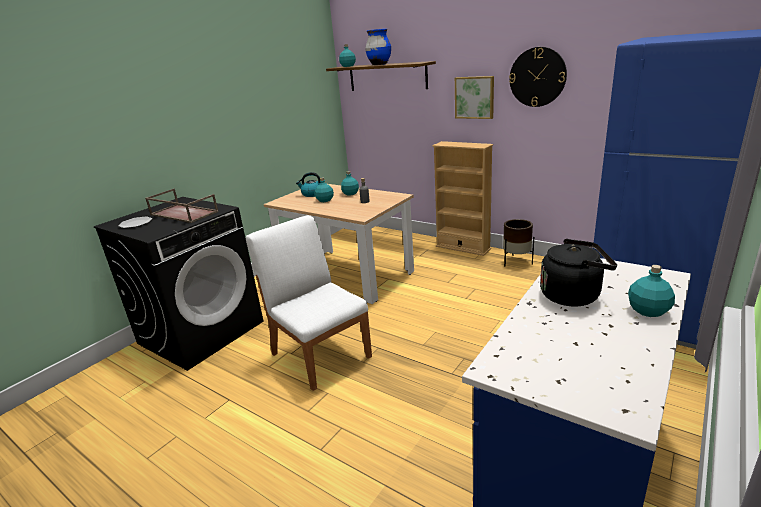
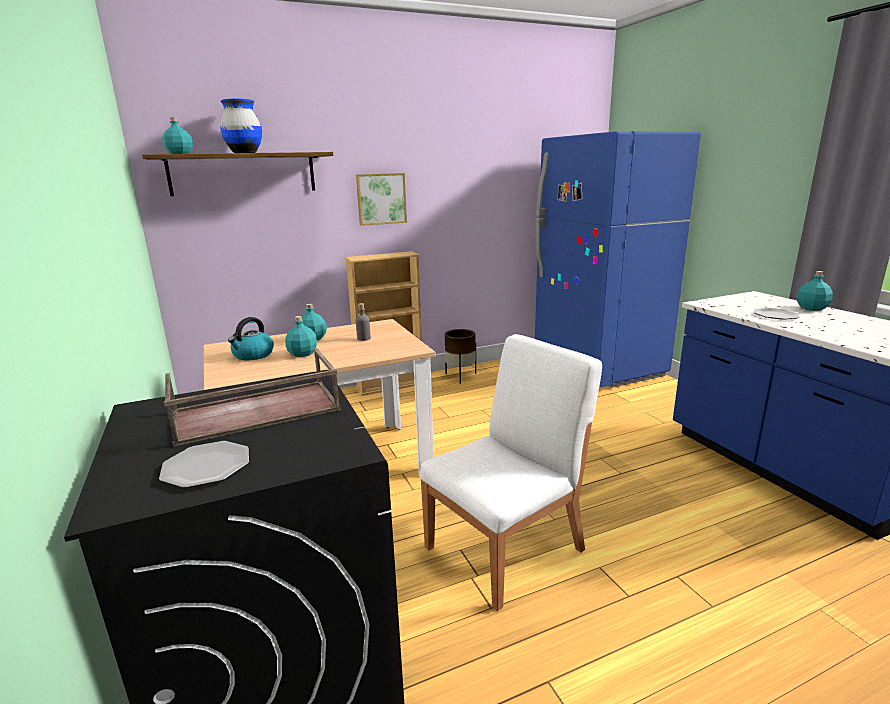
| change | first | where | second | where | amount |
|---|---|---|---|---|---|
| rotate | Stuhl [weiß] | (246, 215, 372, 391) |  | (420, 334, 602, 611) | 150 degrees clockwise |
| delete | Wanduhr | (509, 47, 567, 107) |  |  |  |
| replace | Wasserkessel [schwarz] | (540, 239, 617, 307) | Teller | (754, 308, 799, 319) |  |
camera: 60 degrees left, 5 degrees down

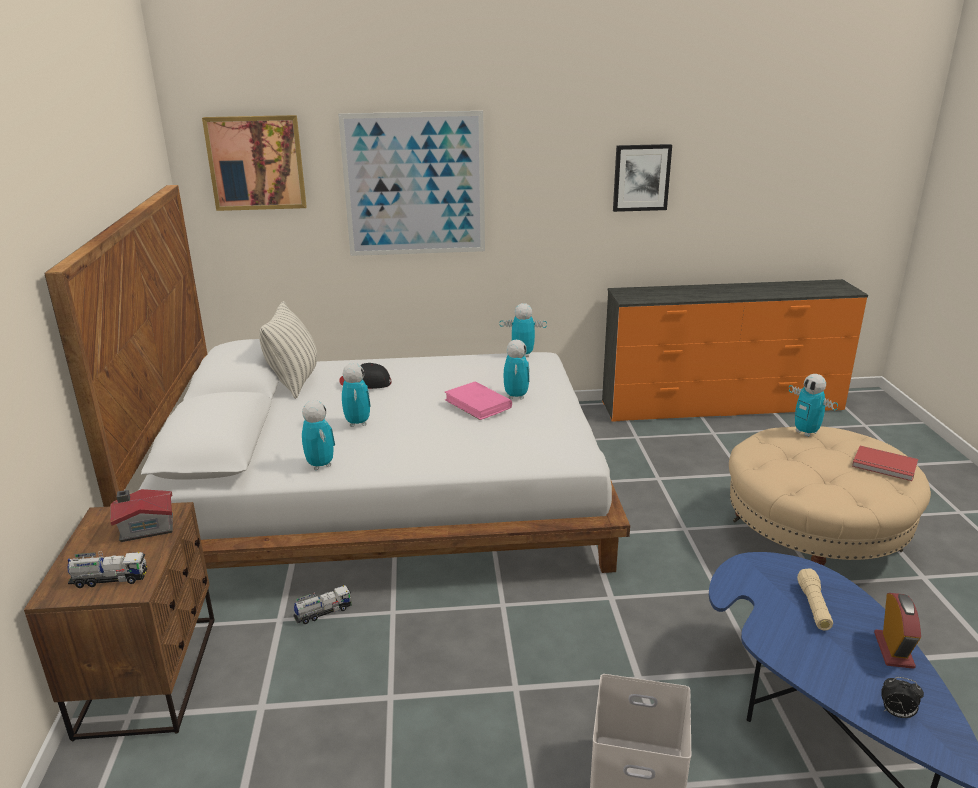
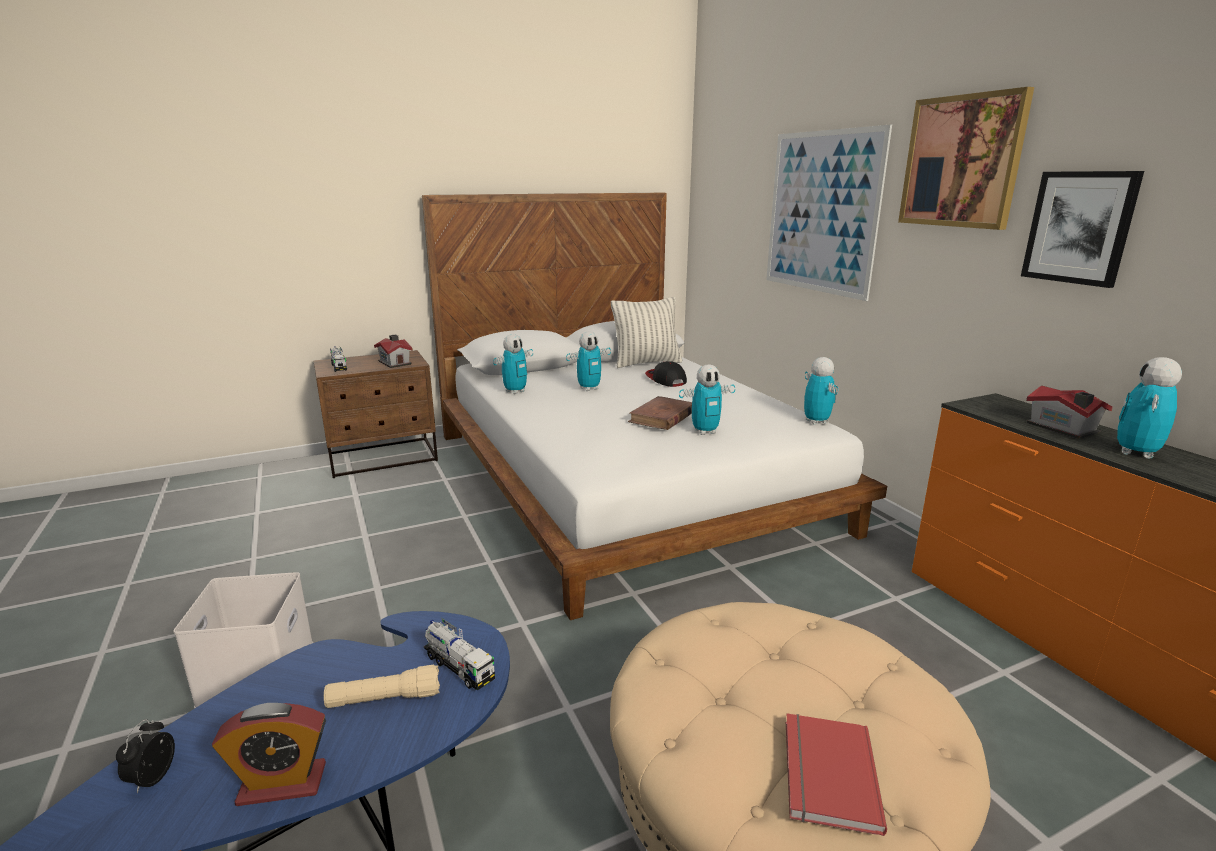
| change | first | where | second | where | amount |
|---|---|---|---|---|---|
| move | Bild | (202, 115, 307, 211) |  | (898, 87, 1034, 230) |  |
| move | Spielzeuglaster | (293, 585, 352, 624) |  | (424, 618, 495, 691) |  |
| recolor | Buch [rosa] | (445, 382, 512, 420) | Buch [braun] | (628, 396, 692, 430) |  |
| move | Spielzeugroboter | (789, 374, 838, 437) |  | (1117, 357, 1182, 459) |  |
| insert |  |  | Spielzeughaus | (1026, 385, 1113, 439) |  |
camera: 70 degrees right, 5 degrees down

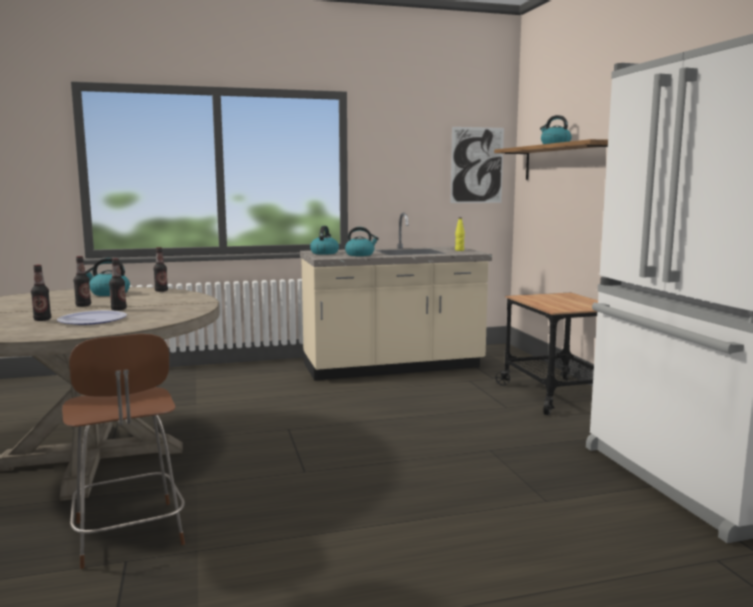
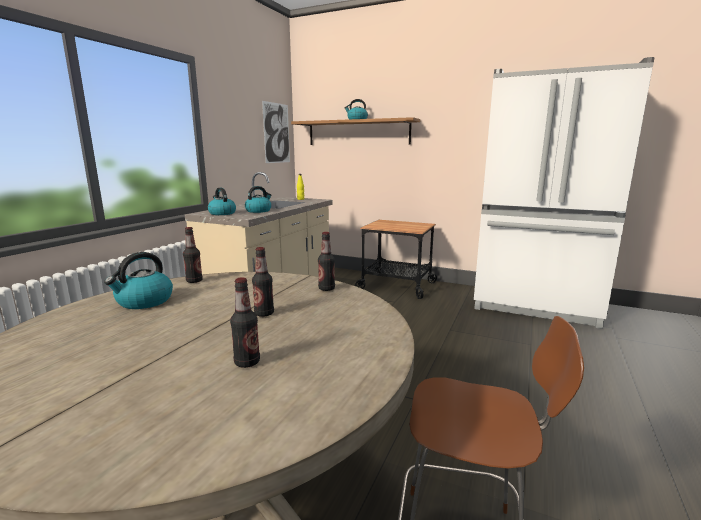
| change | first | where | second | where | amount |
|---|---|---|---|---|---|
| delete | Teller | (57, 310, 127, 325) |  |  |  |
| move | Flasche | (74, 256, 91, 307) |  | (318, 232, 335, 291) |  |
camera: 50 degrees left, 5 degrees up

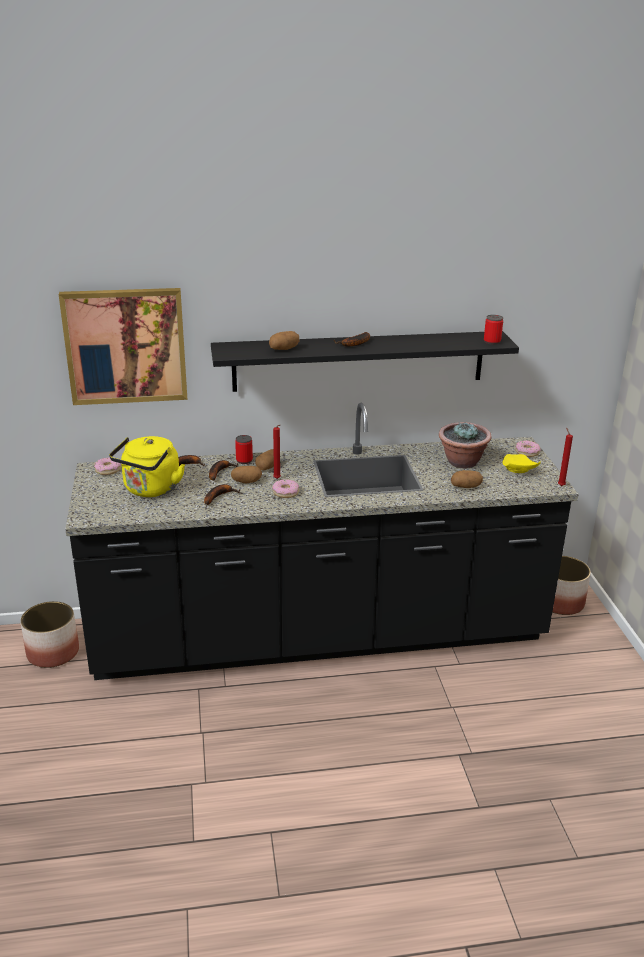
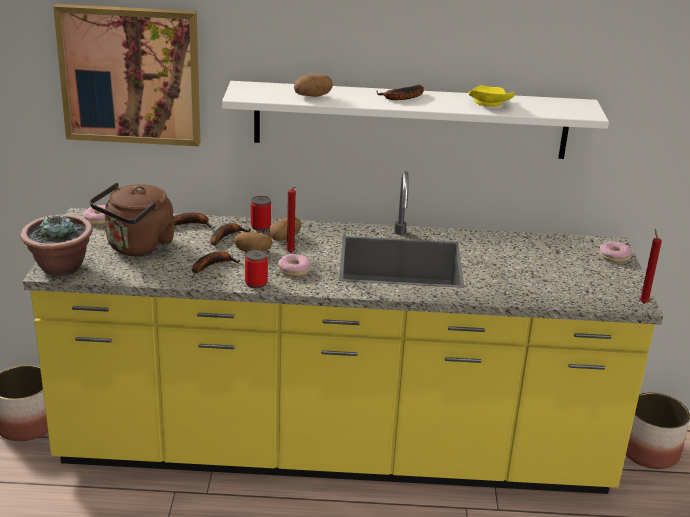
| change | first | where | second | where | amount |
|---|---|---|---|---|---|
| recolor | Küchenzeile [schwarz] | (65, 403, 579, 680) | Küchenzeile [gelb] | (23, 171, 663, 494) |  |
| recolor | Wasserkessel [gelb] | (109, 436, 185, 497) | Wasserkessel [braun] | (90, 182, 175, 257) |  |
| recolor | Wandregal [schwarz] | (211, 331, 519, 392) | Wandregal [weiß] | (222, 81, 609, 159) |  |
| move | Topfpflanze | (439, 422, 492, 468) |  | (21, 214, 93, 276) |  |
| delete | Kartoffel | (451, 470, 483, 488) |  |  |  |
| move | Dose | (484, 315, 503, 345) |  | (245, 249, 268, 288) |  |
| move | Teller [gelb] | (502, 454, 541, 473) |  | (468, 85, 515, 107) |  |
camera: 10 degrees right, 0 degrees up

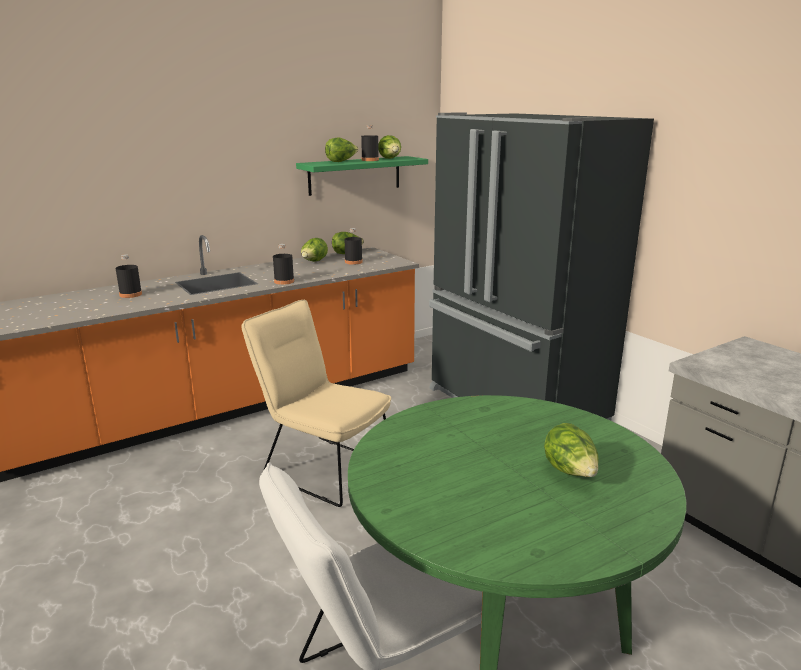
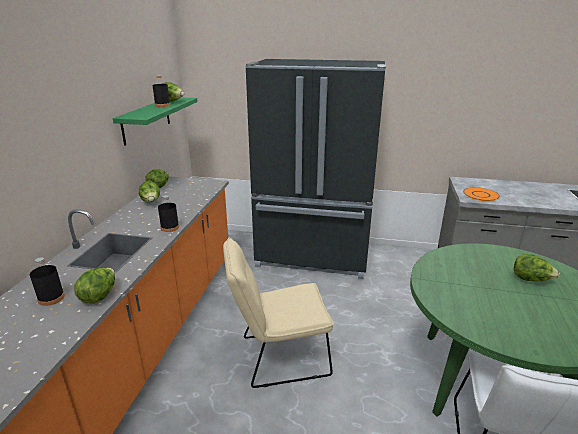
| change | first | where | second | where | amount |
|---|---|---|---|---|---|
| move | Salatkopf | (325, 138, 359, 162) |  | (74, 268, 115, 304) |  |
| delete | Flasche [schwarz] | (344, 228, 363, 265) |  |  |  |
| insert |  |  | Teller [orange] | (463, 187, 500, 201) |  |
camera: 45 degrees left, 5 degrees up

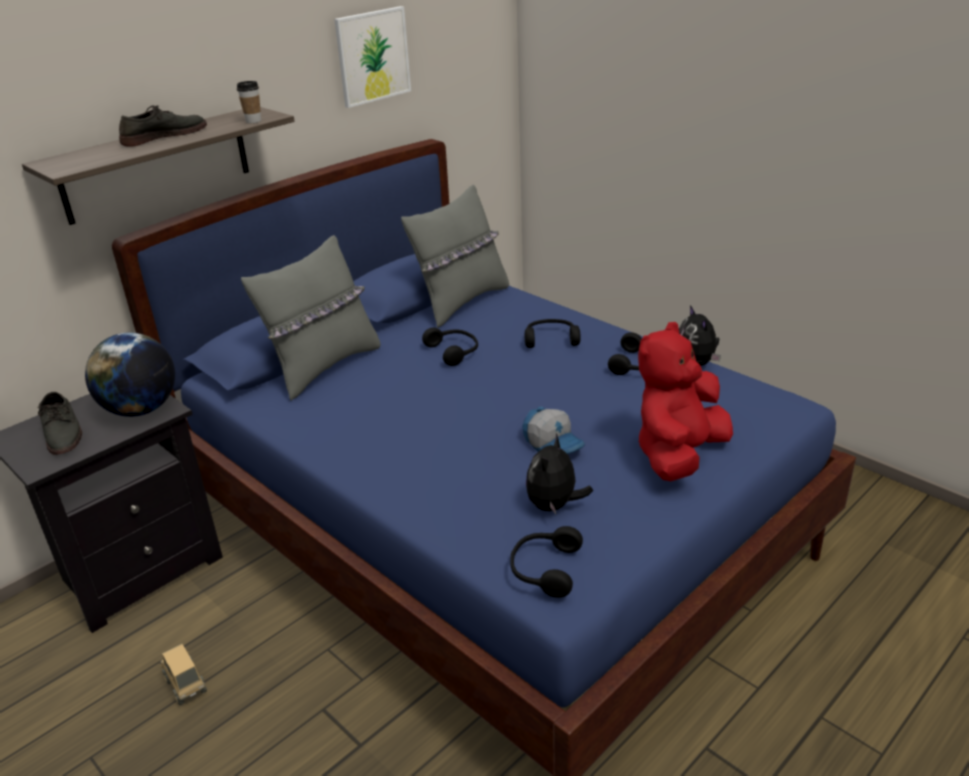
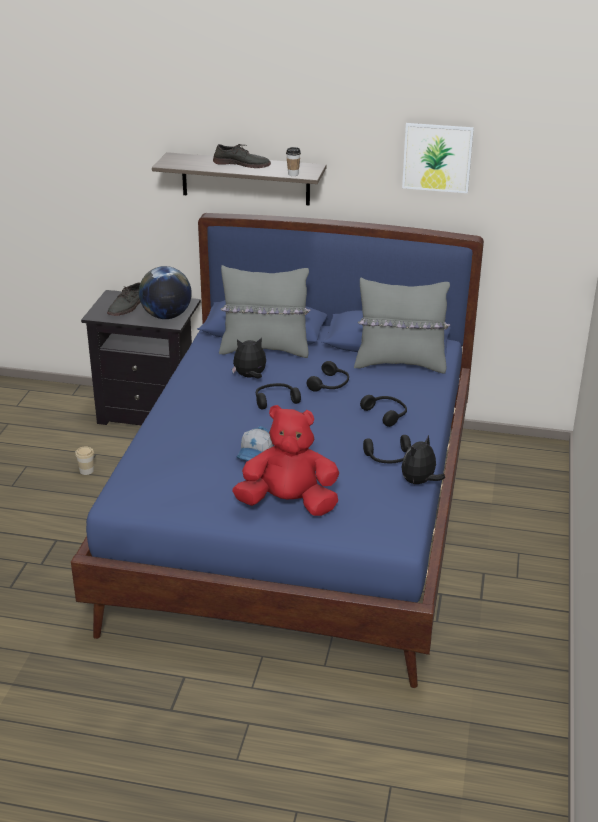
| change | first | where | second | where | amount |
|---|---|---|---|---|---|
| replace | Spielzeuglaster | (160, 644, 207, 705) | Tasse | (75, 446, 94, 475) |  |
| move | Kopfhörer [schwarz] | (510, 526, 583, 598) |  | (256, 383, 301, 409) |  |
| move | Plüschtier | (526, 433, 593, 514) |  | (232, 337, 266, 379) |  |
camera: 55 degrees right, 0 degrees up

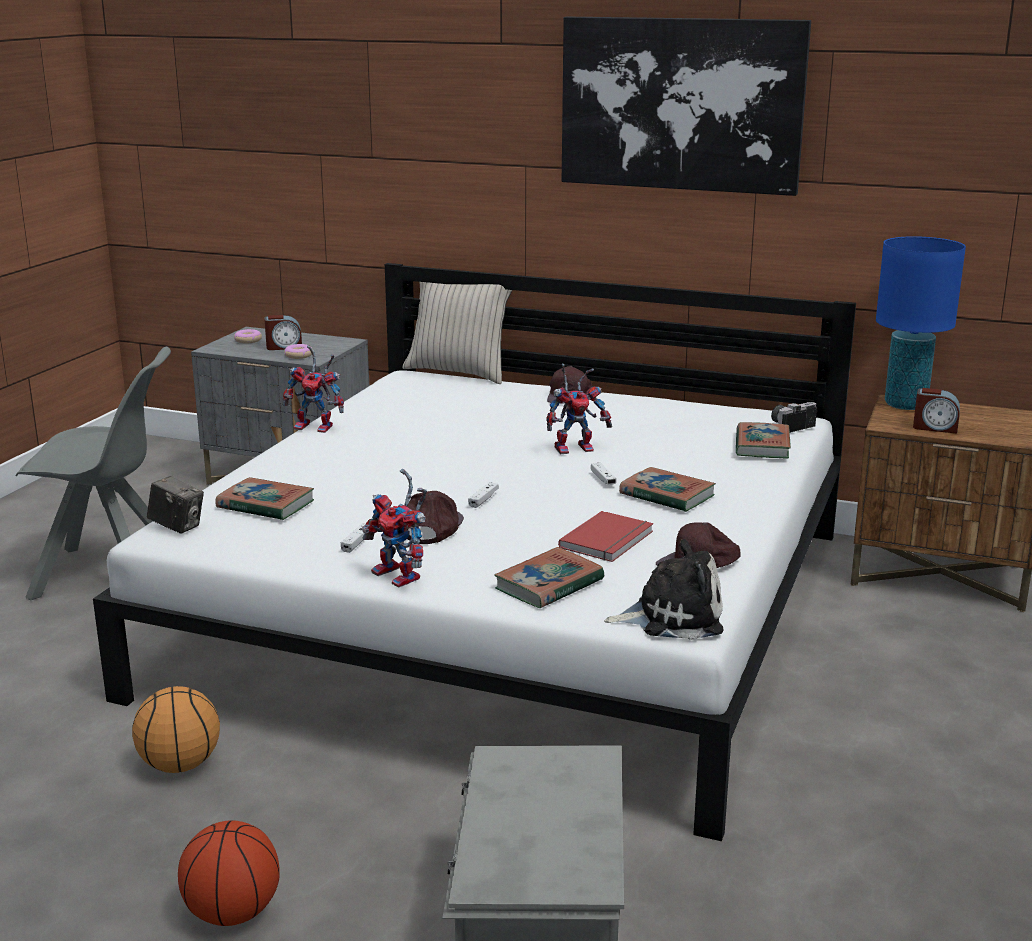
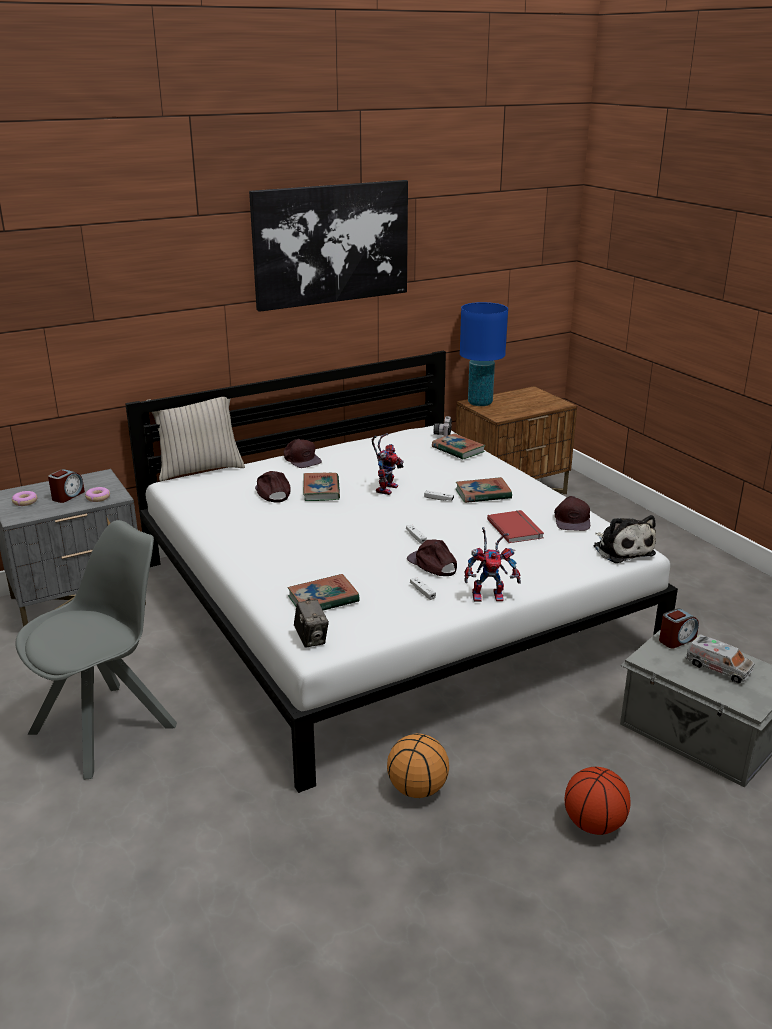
| change | first | where | second | where | amount |
|---|---|---|---|---|---|
| rotate | Kamera | (147, 476, 204, 533) |  | (294, 599, 329, 648) | 90 degrees clockwise |
| delete | Spielzeugroboter | (283, 345, 344, 433) |  |  |  |
| move | Buch | (494, 547, 604, 608) |  | (303, 473, 340, 501) |  |
| rotate | Plüschtier | (604, 539, 724, 640) |  | (594, 515, 656, 563) | 120 degrees clockwise |
| move | Wecker | (913, 388, 960, 434) |  | (659, 608, 699, 648) |  |
| insert |  |  | Kappe [braun] | (255, 471, 291, 503) |  |
| insert |  |  | Spielzeuglaster | (685, 634, 755, 684) |  |
camera: 50 degrees left, 5 degrees up

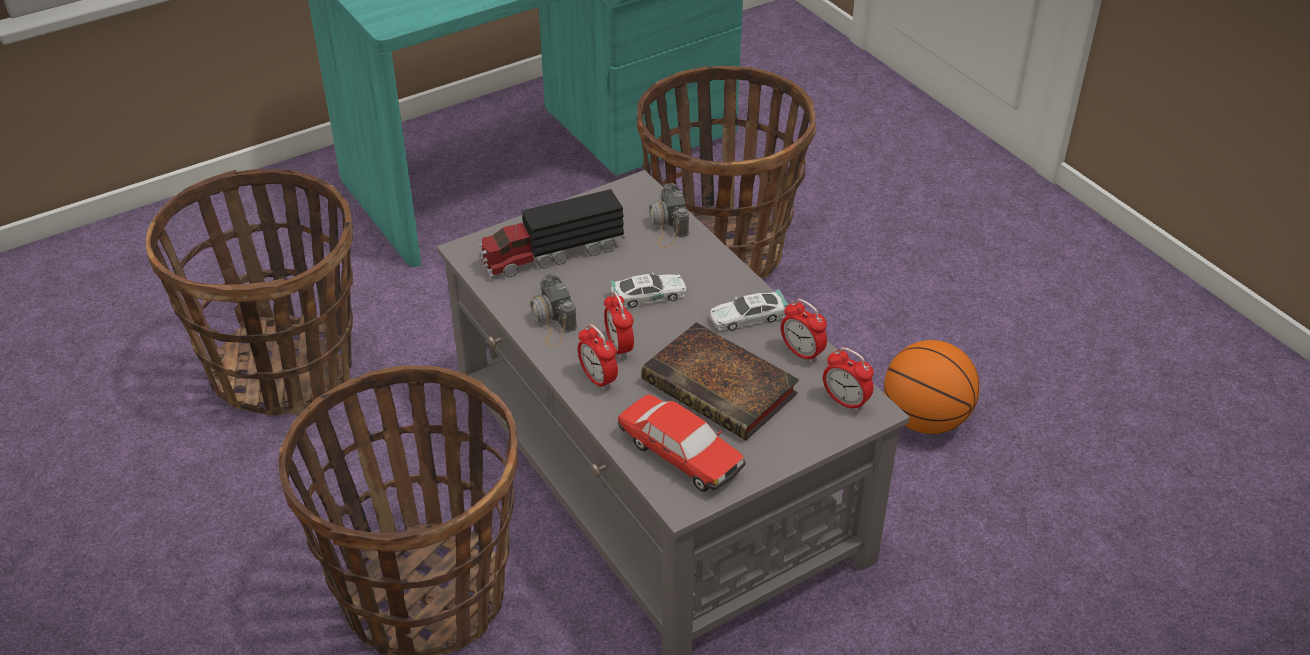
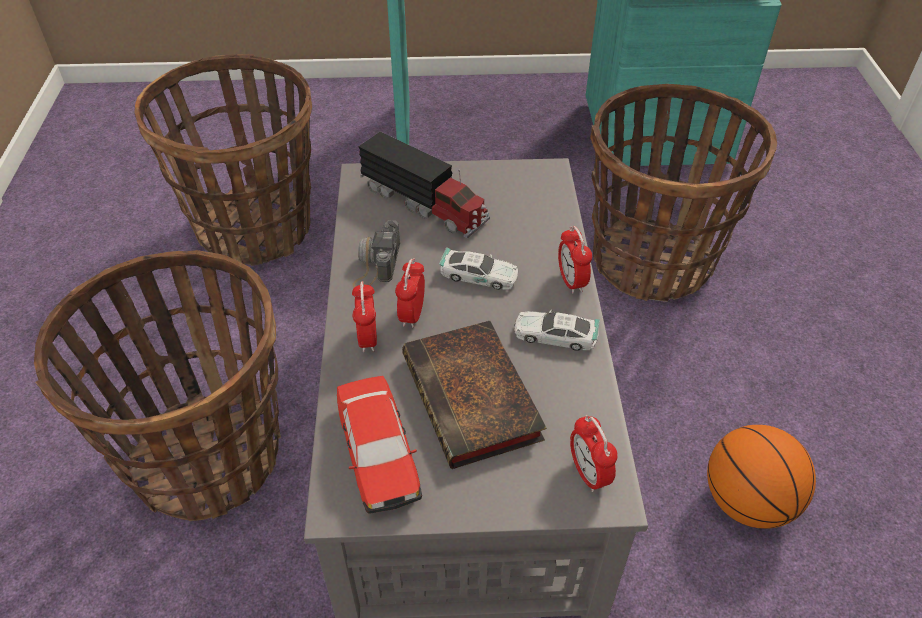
| change | first | where | second | where | amount |
|---|---|---|---|---|---|
| rotate | Spielzeuglaster | (477, 189, 625, 279) |  | (358, 132, 490, 238) | 150 degrees counterclockwise |
| delete | Kamera | (649, 183, 689, 248) |  |  |  |
| move | Wecker | (781, 299, 827, 363) |  | (558, 226, 592, 294) |  |
camera: 30 degrees right, 5 degrees up

